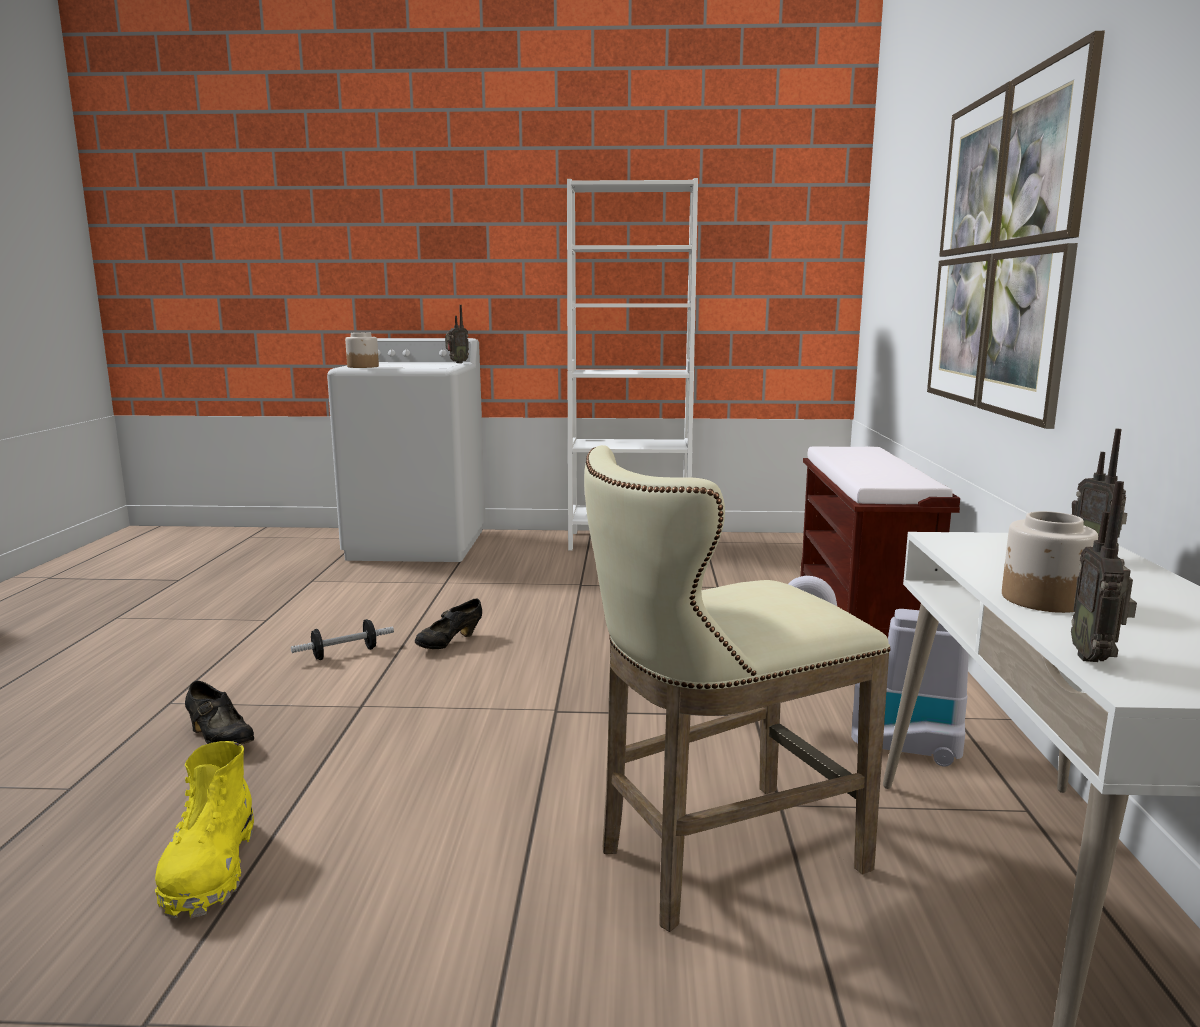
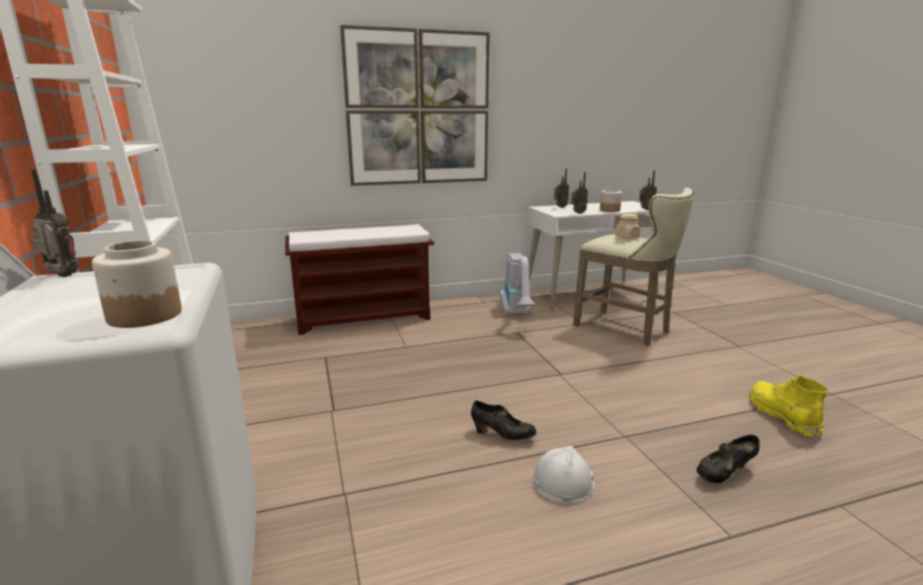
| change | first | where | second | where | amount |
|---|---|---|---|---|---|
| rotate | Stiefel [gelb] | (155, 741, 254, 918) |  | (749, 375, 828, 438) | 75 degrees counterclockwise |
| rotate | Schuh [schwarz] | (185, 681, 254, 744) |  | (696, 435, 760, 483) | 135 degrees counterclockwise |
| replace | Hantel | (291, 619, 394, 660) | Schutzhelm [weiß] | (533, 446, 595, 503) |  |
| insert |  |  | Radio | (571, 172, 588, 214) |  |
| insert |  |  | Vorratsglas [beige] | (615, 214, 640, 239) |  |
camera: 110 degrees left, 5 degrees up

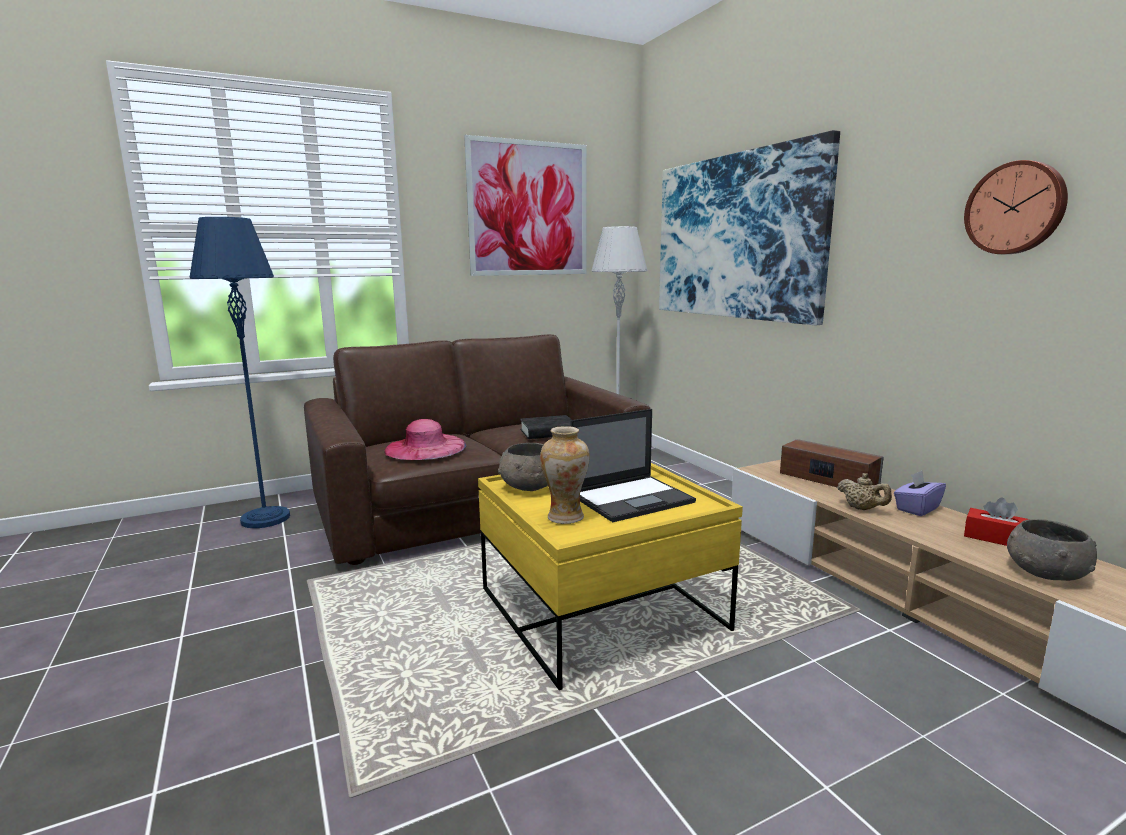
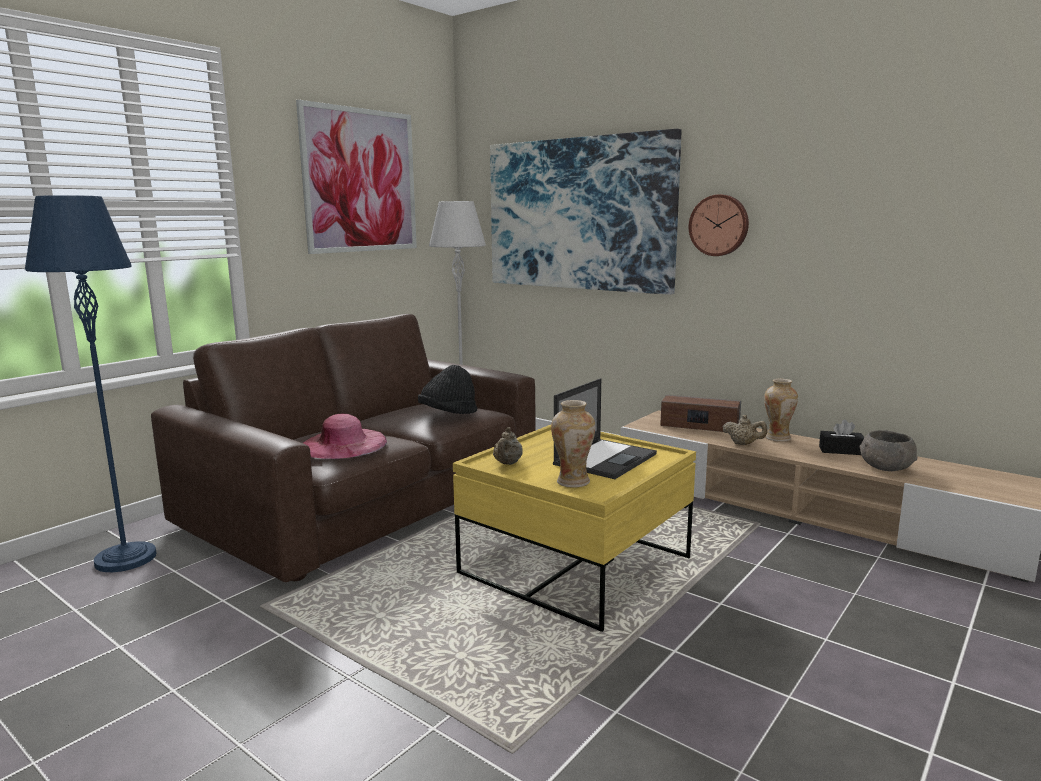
| change | first | where | second | where | amount |
|---|---|---|---|---|---|
| replace | Schüssel [grau] | (498, 443, 548, 491) | Teekanne [beige] | (493, 427, 523, 465) |  |
| replace | Buch [schwarz] | (520, 415, 572, 439) | Hut [schwarz] | (418, 365, 477, 414) |  |
| replace | Taschentuchbox [lila] | (894, 471, 946, 516) | Vase | (764, 379, 798, 442) |  |
| move | Wanduhr | (964, 160, 1068, 254) |  | (689, 194, 749, 256) |  |
| recolor | Taschentuchbox [rot] | (964, 498, 1028, 546) | Taschentuchbox [schwarz] | (819, 419, 865, 455) |  |
camera: 25 degrees left, 0 degrees up

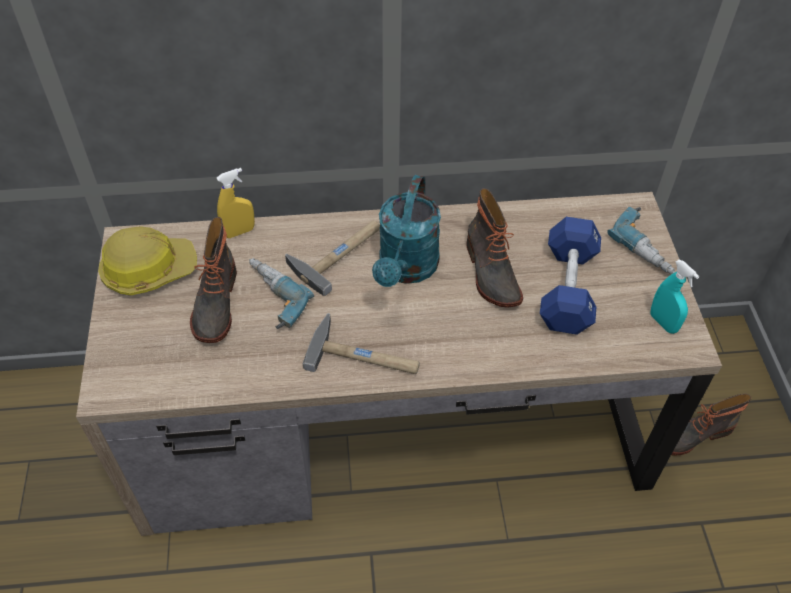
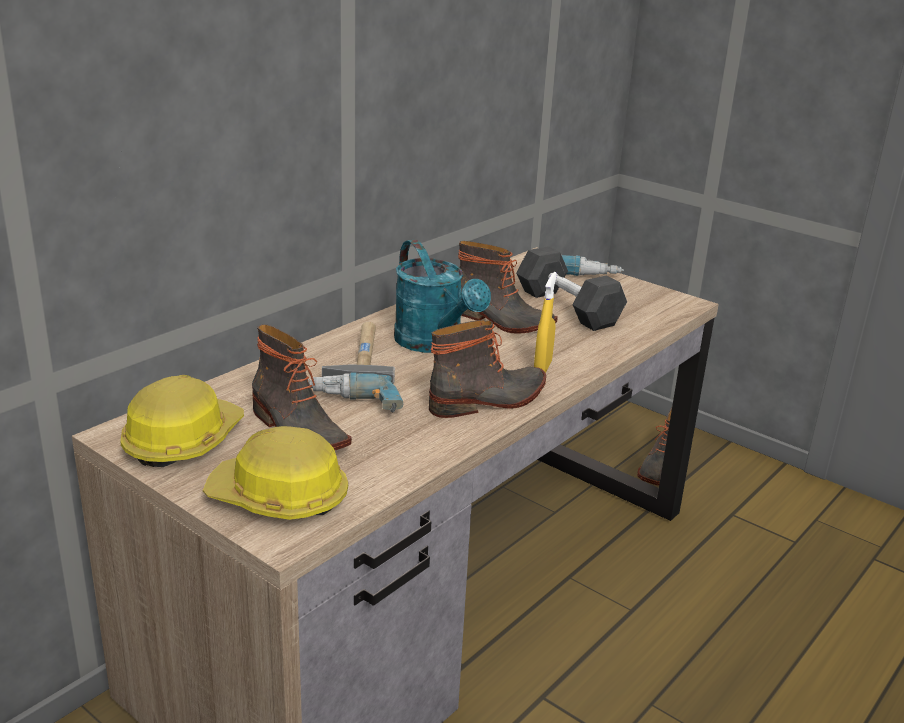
| change | first | where | second | where | amount |
|---|---|---|---|---|---|
| move | Sprühflasche [gelb] | (217, 168, 255, 238) |  | (534, 272, 557, 373) |  |
| replace | Hammer | (303, 313, 420, 374) | Stiefel | (429, 320, 546, 418) |  |
| recolor | Hantel [blau] | (540, 217, 601, 335) | Hantel [schwarz] | (516, 246, 627, 331) |  |
| delete | Sprühflasche [türkis] | (651, 260, 700, 334) |  |  |  |
| insert |  |  | Schutzhelm | (203, 426, 348, 520) |  |
camera: 45 degrees left, 25 degrees down

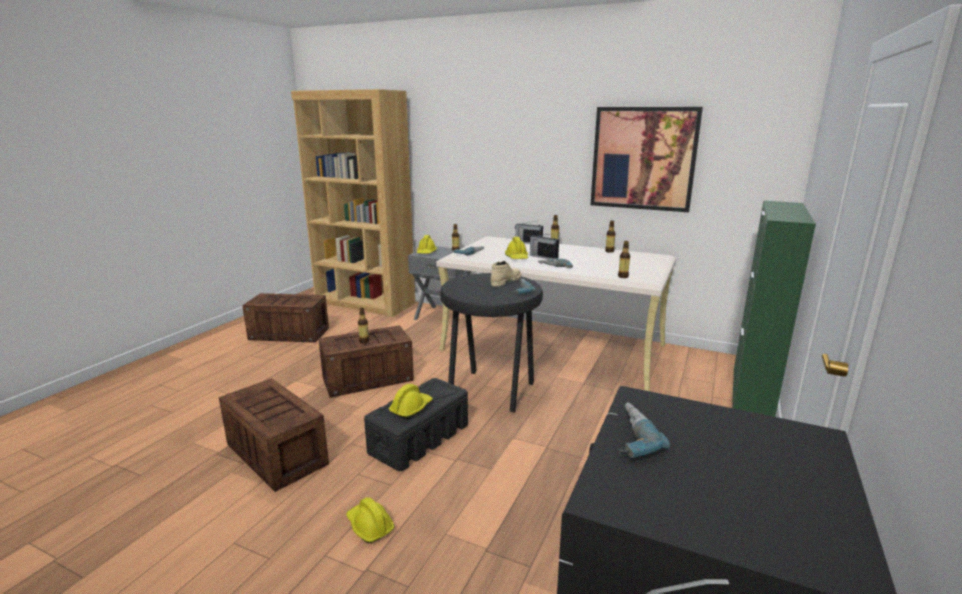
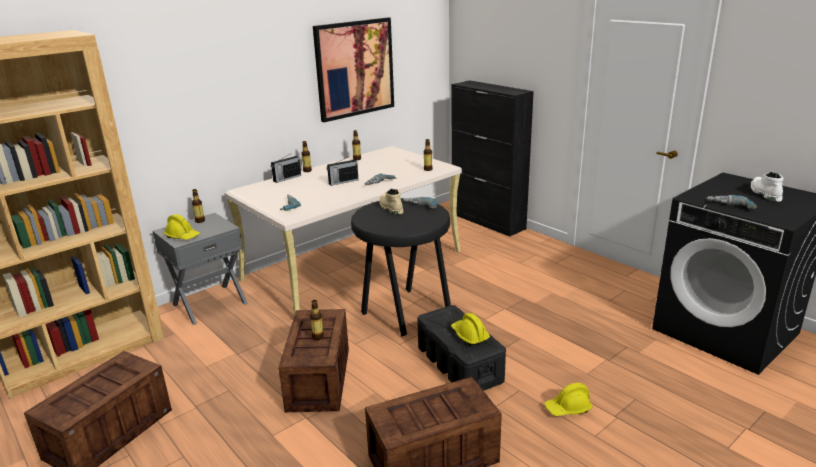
| change | first | where | second | where | amount |
|---|---|---|---|---|---|
| delete | Schutzhelm [gelb] | (505, 237, 528, 259) |  |  |  |
| recolor | Schrank [grün] | (732, 201, 816, 417) | Schrank [schwarz] | (451, 80, 534, 237) |  |
| insert |  |  | Stiefel [weiß] | (751, 171, 783, 202) |  |
camera: 65 degrees left, 5 degrees up

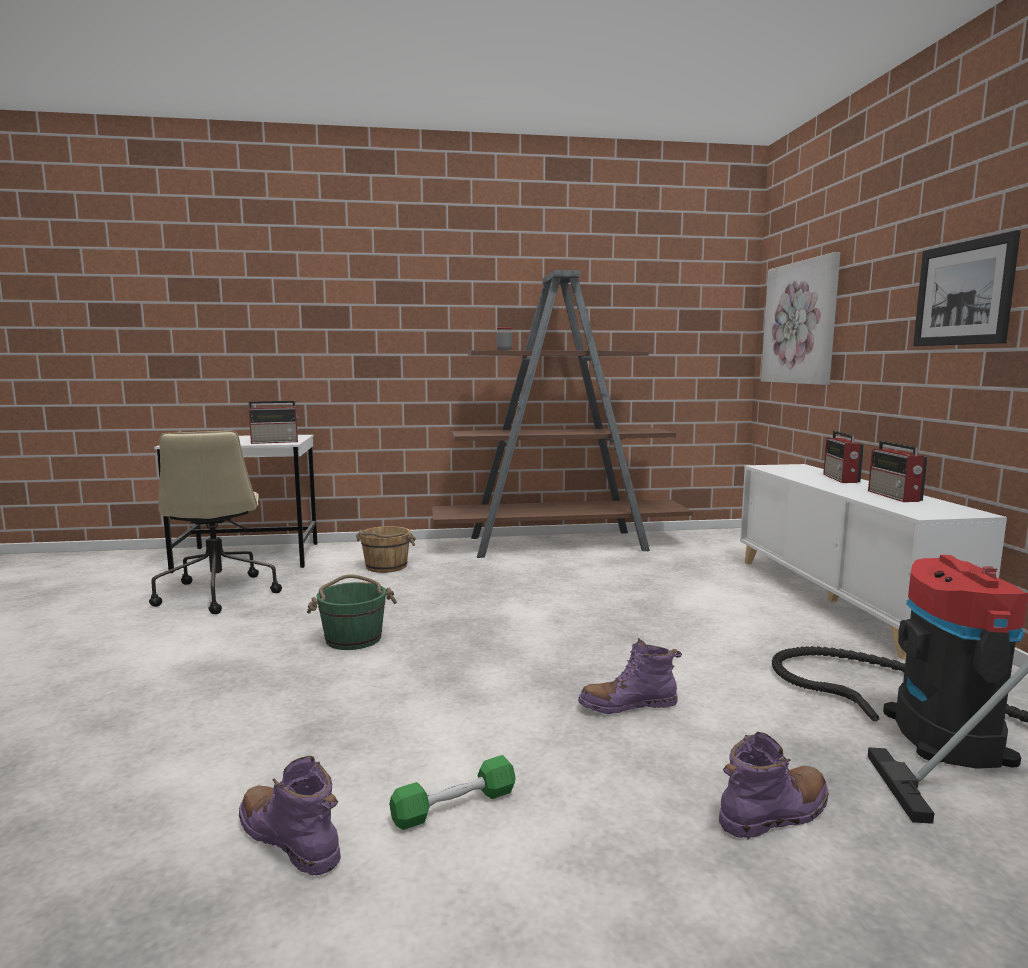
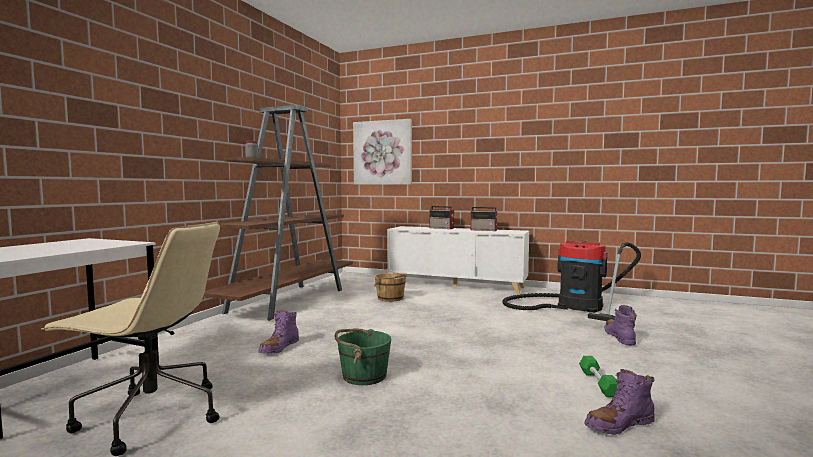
| change | first | where | second | where | amount |
|---|---|---|---|---|---|
| delete | Radio | (248, 401, 299, 444) |  |  |  |
| move | Eimer [braun] | (356, 526, 416, 573) |  | (374, 273, 407, 302) |  |
| move | Stiefel [lila] | (578, 638, 682, 714) |  | (258, 310, 299, 354) |  |
| delete | Bild | (913, 230, 1021, 346) |  |  |  |
camera: 60 degrees left, 5 degrees down

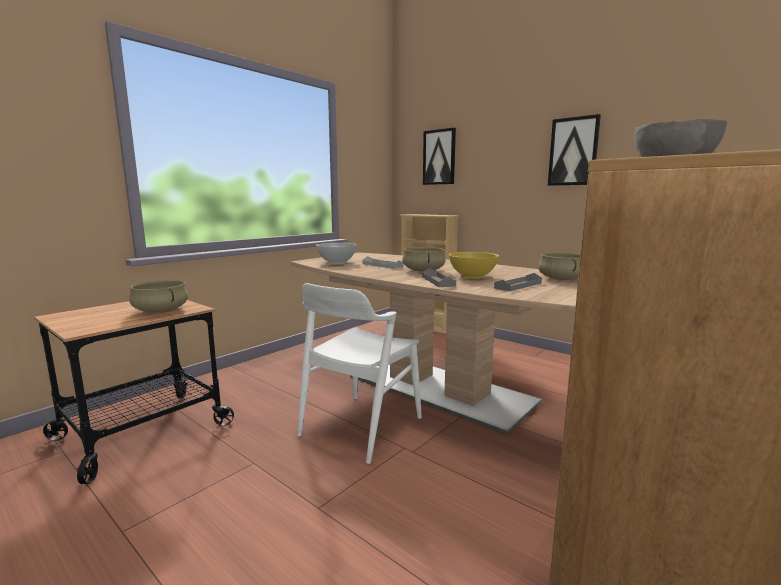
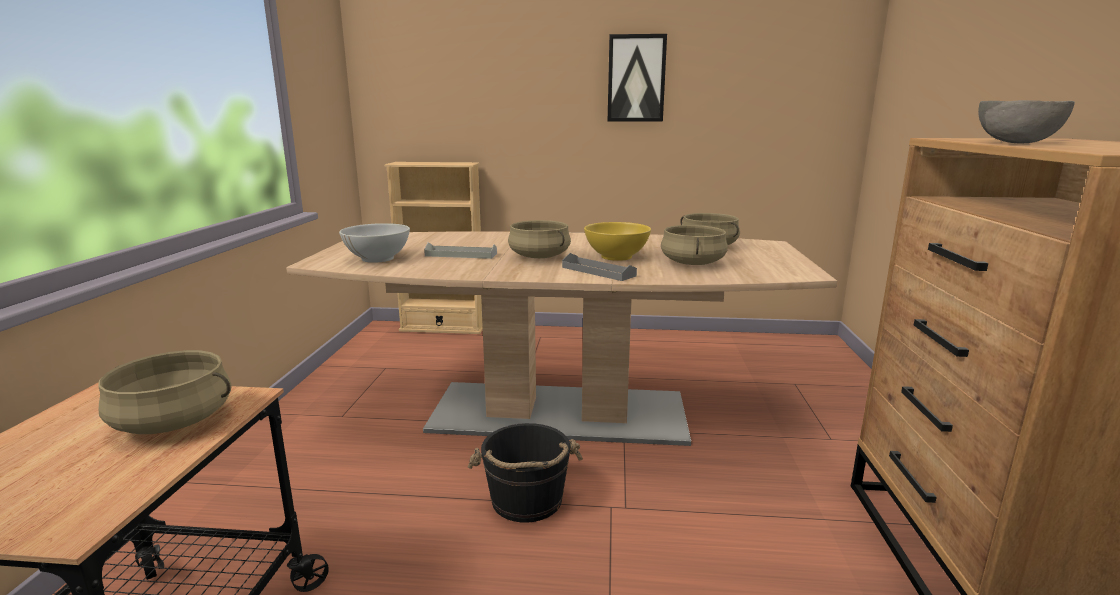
| change | first | where | second | where | amount |
|---|---|---|---|---|---|
| replace | Stuhl [weiß] | (297, 283, 422, 464) | Eimer [schwarz] | (468, 423, 583, 523) |  |
| delete | Bild | (423, 128, 456, 185) |  |  |  |
| replace | Tablett [grau] | (494, 273, 542, 291) | Kochtopf [beige] | (661, 225, 728, 265) |  |
camera: 35 degrees left, 5 degrees up

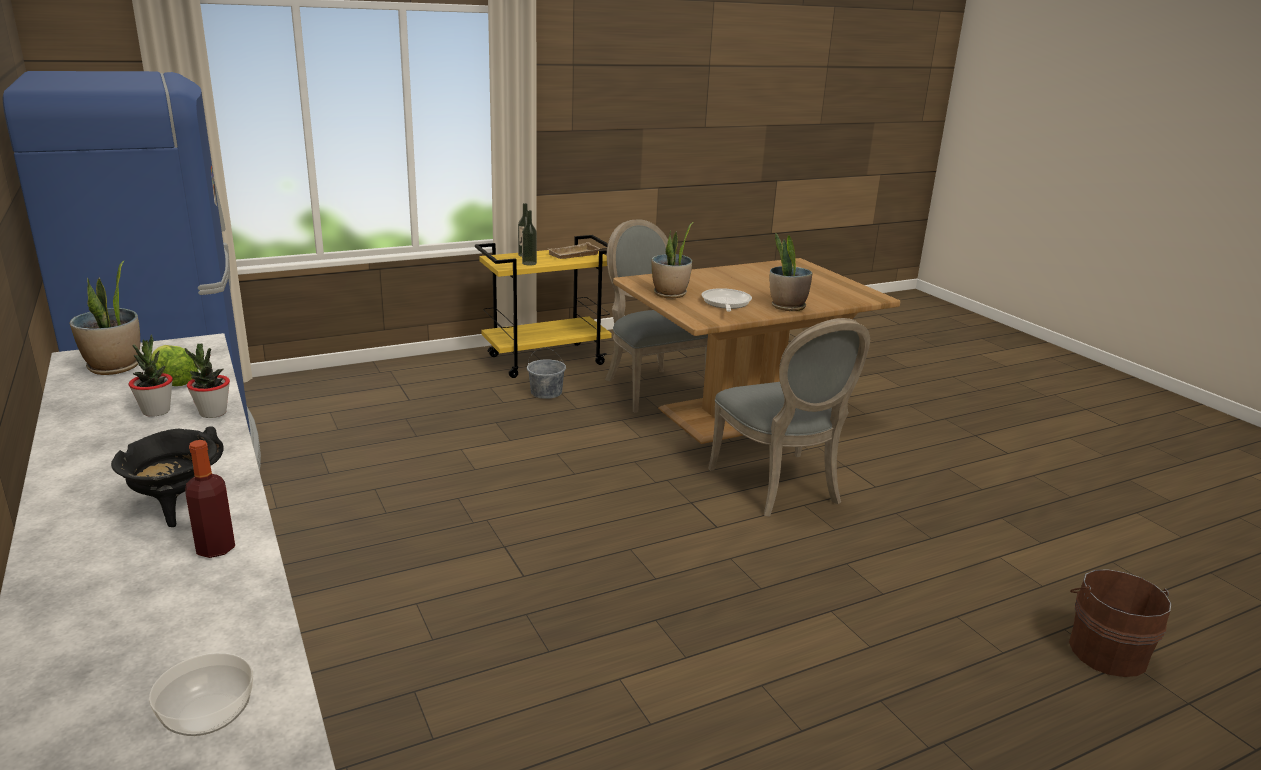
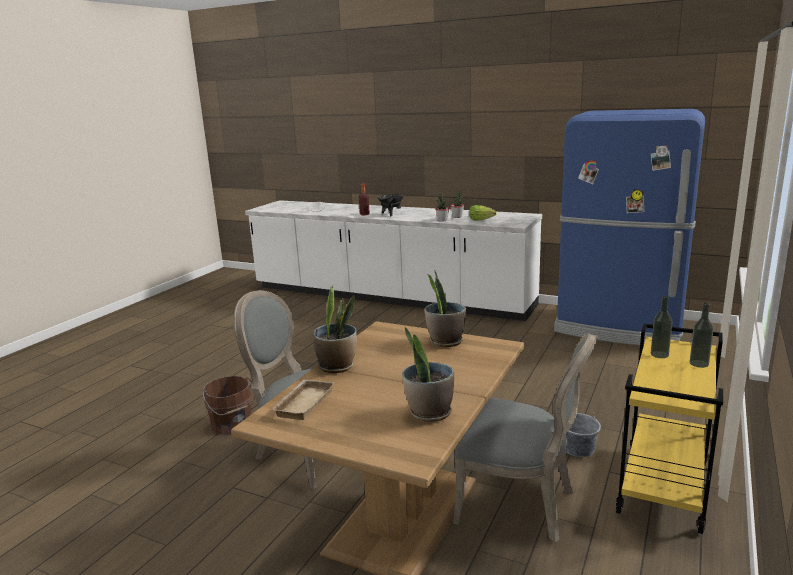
| change | first | where | second | where | amount |
|---|---|---|---|---|---|
| move | Topfpflanze | (70, 260, 140, 375) |  | (402, 327, 454, 422) |  |
| move | Tablett [beige] | (549, 242, 601, 259) |  | (271, 380, 334, 420) |  |
| delete | Pfanne | (702, 288, 752, 312) |  |  |  |
| move | Eimer [braun] | (1069, 569, 1171, 677) |  | (203, 376, 255, 435) |  |
camera: 145 degrees right, 5 degrees down

